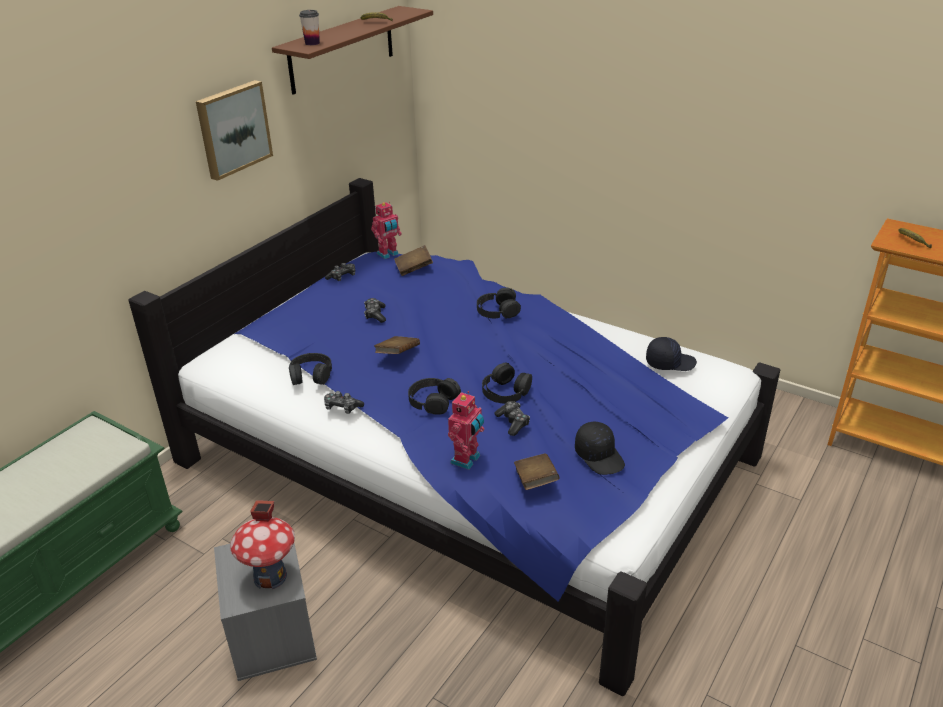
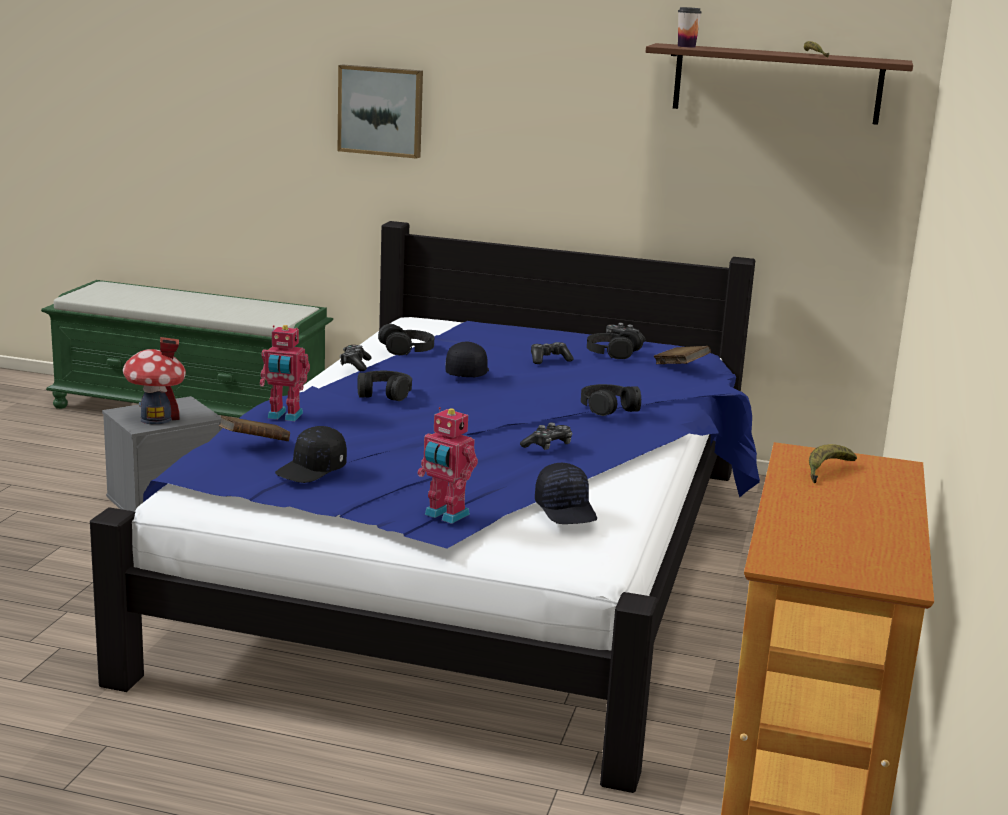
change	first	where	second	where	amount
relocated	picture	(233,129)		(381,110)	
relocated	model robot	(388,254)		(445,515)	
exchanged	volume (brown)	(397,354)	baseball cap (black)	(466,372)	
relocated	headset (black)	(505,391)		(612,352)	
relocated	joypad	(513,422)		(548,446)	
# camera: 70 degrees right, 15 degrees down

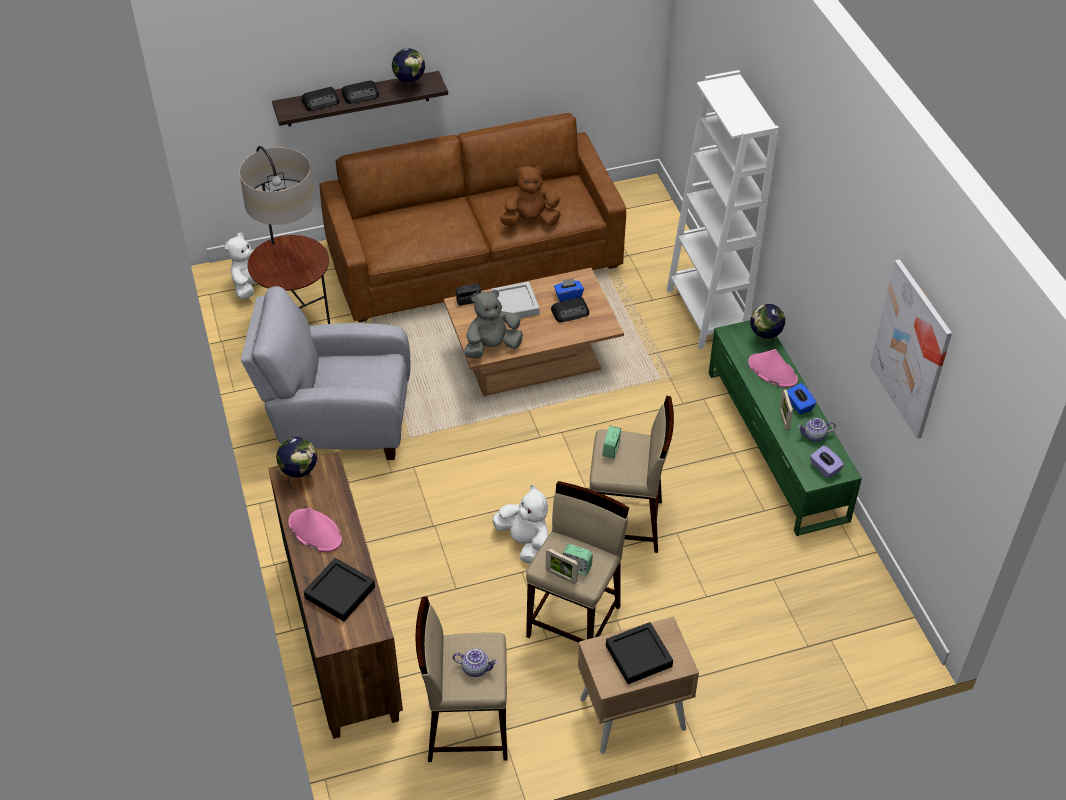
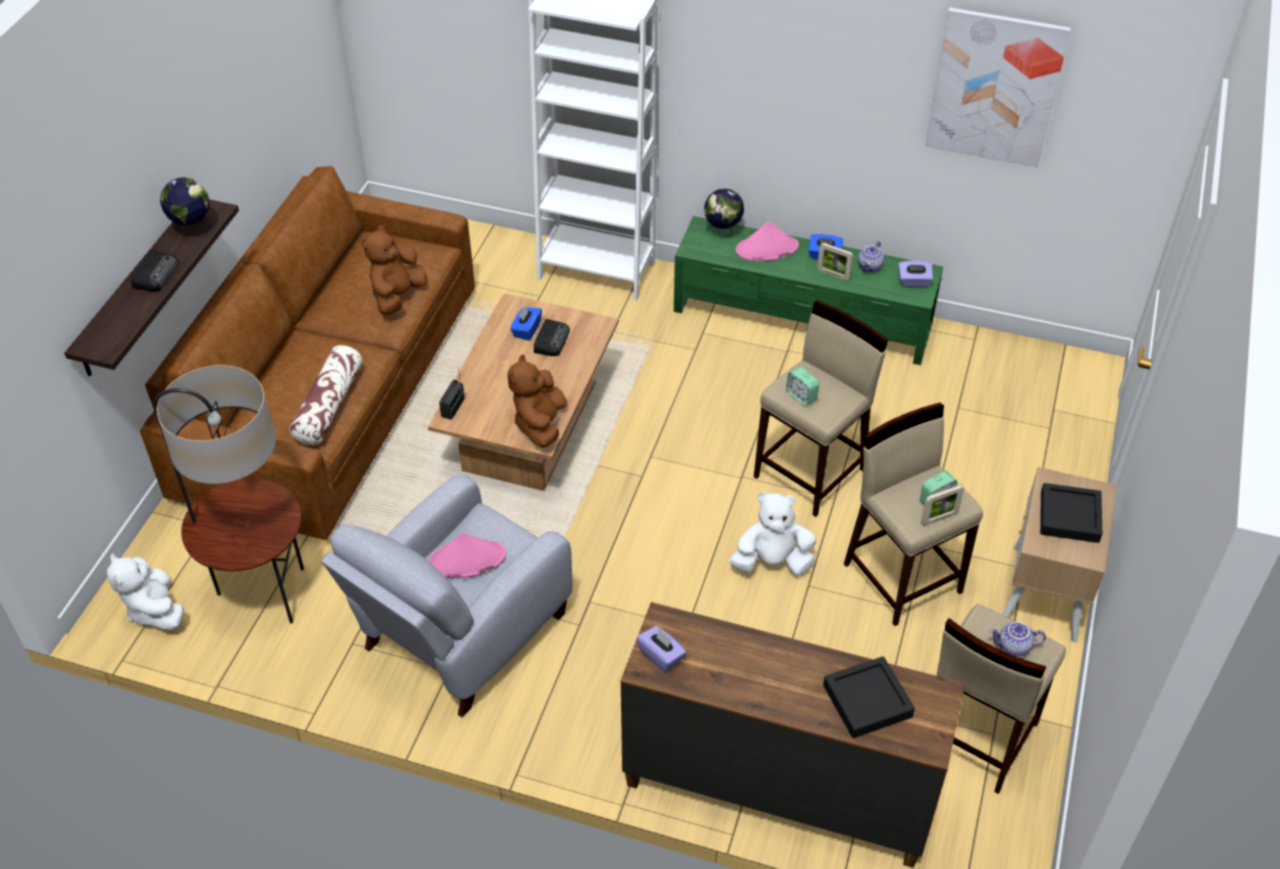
change	first	where	second	where	amount
exchanged	desk globe	(300,477)	tissue holder (purple)	(661,656)	
relocated	hat (pink)	(314,531)		(467,560)	
missing	radio set	(321,102)			
spun	tea pot	(476,668)		(1013,647)	135 degrees counterclockwise
colour	cuddly toy (greyish)	(492,347)	cuddly toy (brown)	(540,424)	
missing	serving tray (greyish)	(515,305)			
appeared			throw pillow	(329,405)	
# camera: 55 degrees left, 0 degrees up

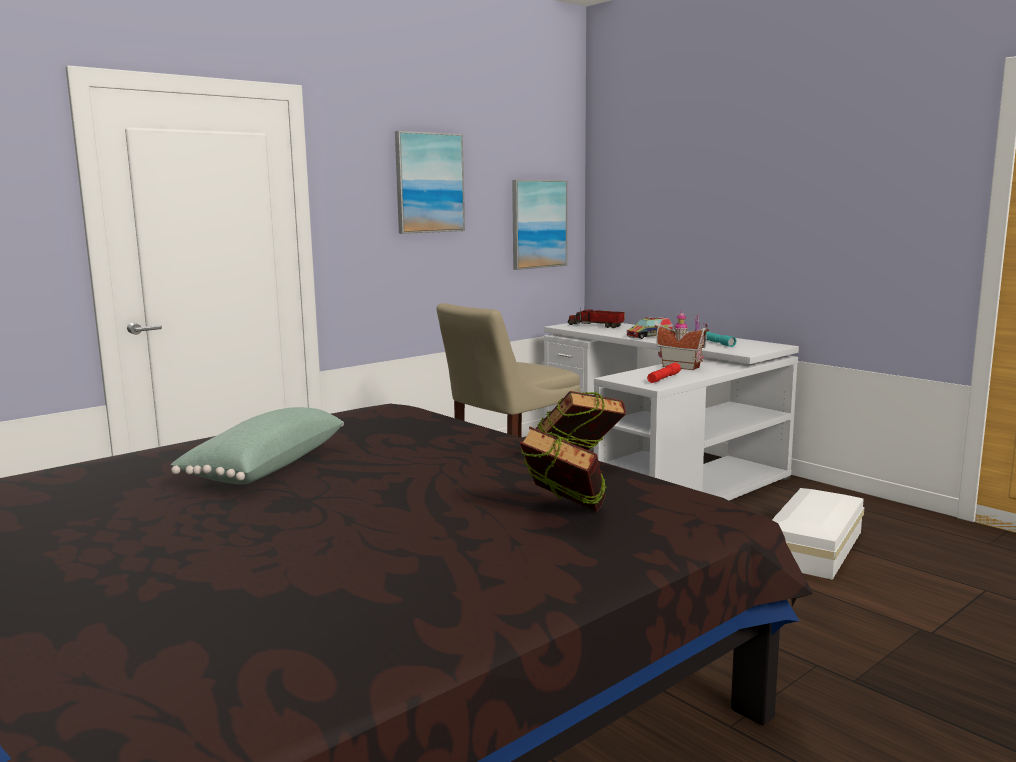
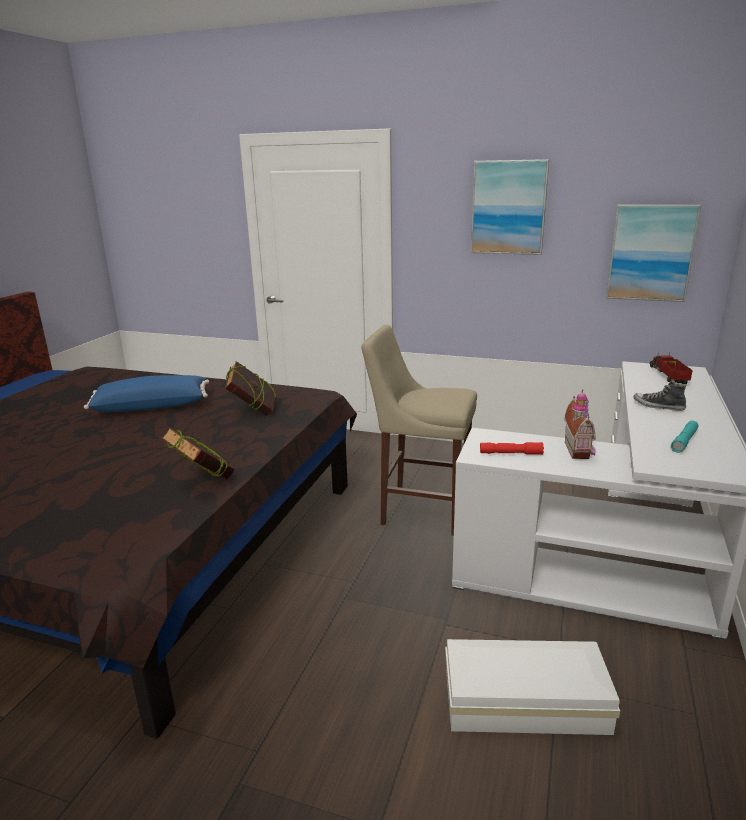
change	first	where	second	where	amount
colour	throw pillow (green)	(264,467)	throw pillow (blue)	(152,406)	
relocated	volume	(564,517)		(253,411)	
exchanged	toy lorry	(649,336)	low shoe	(658,406)	
# camera: 60 degrees right, 10 degrees up

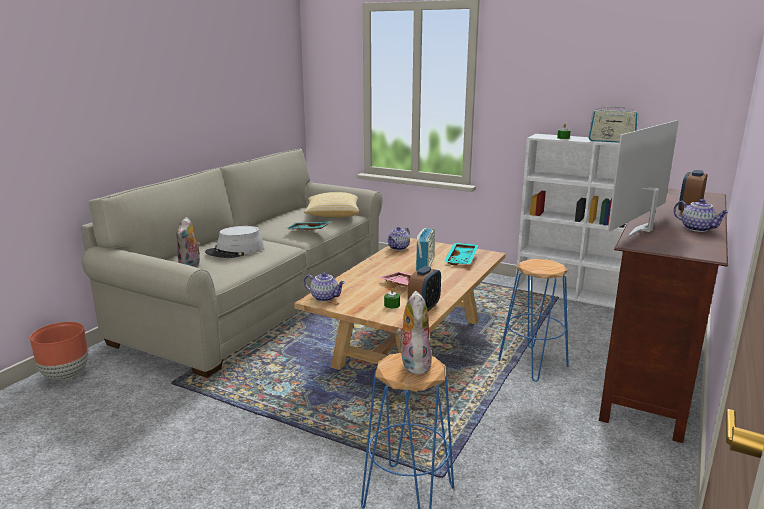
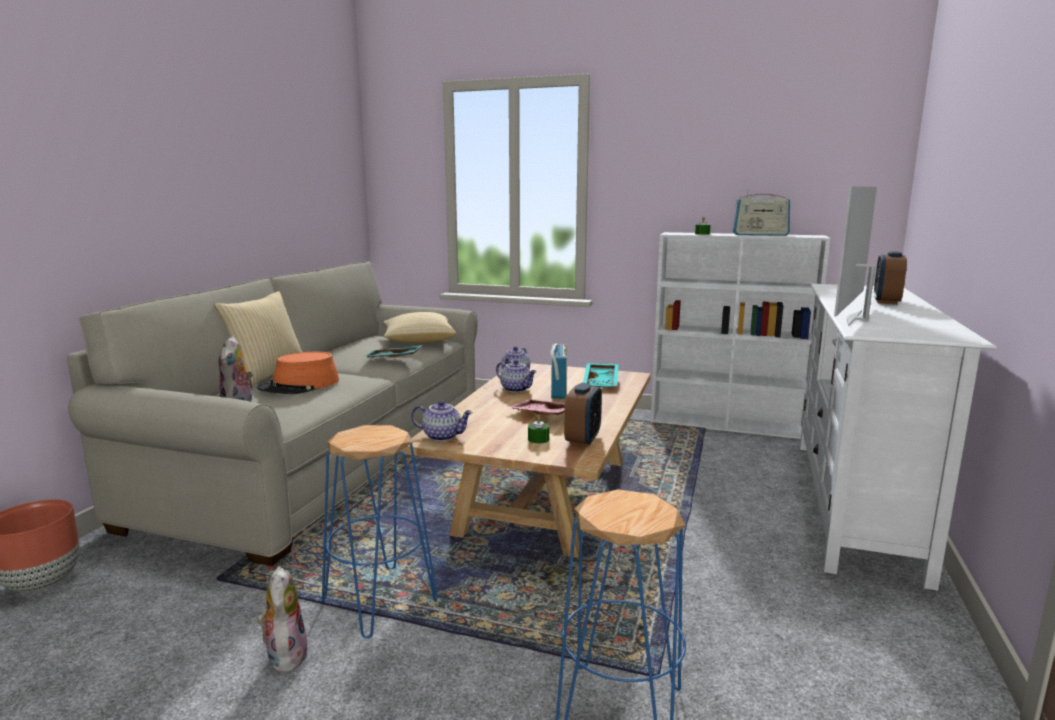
change	first	where	second	where	amount
colour	hat (greyish)	(235,251)	hat (orangey)	(300,385)	
relocated	cuddly toy	(413,364)		(285,655)	
relocated	sitting stool (blue)	(532,364)		(379,601)	
colour	tv unit (brown)	(653,371)	tv unit (white)	(855,504)	
relocated	tea pot	(697,228)		(516,389)	
appeared			throw pillow	(266,376)	
# camera: 10 degrees left, 5 degrees down

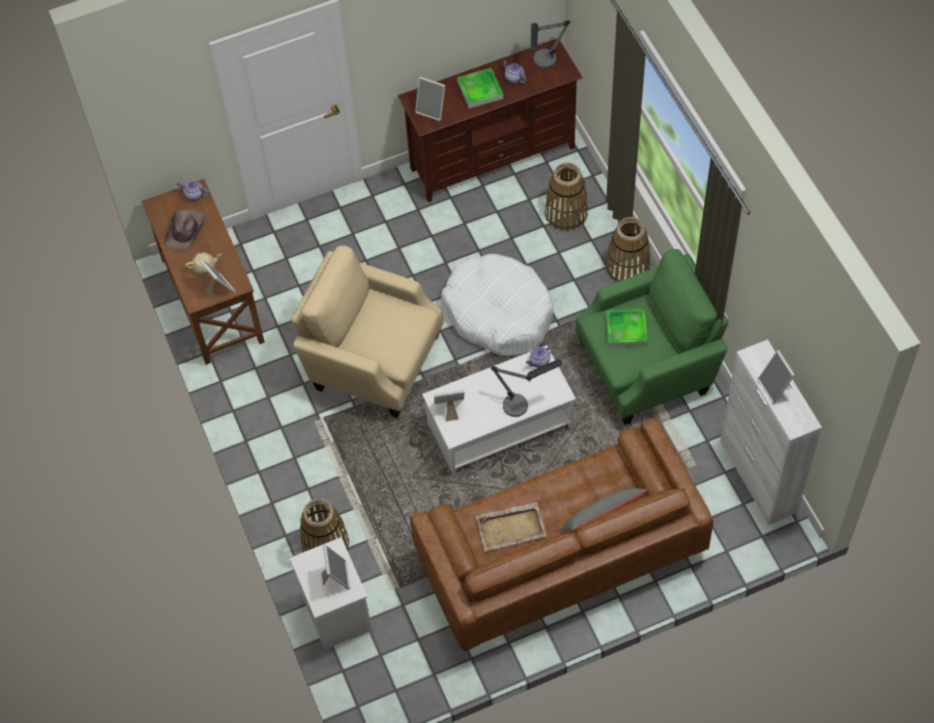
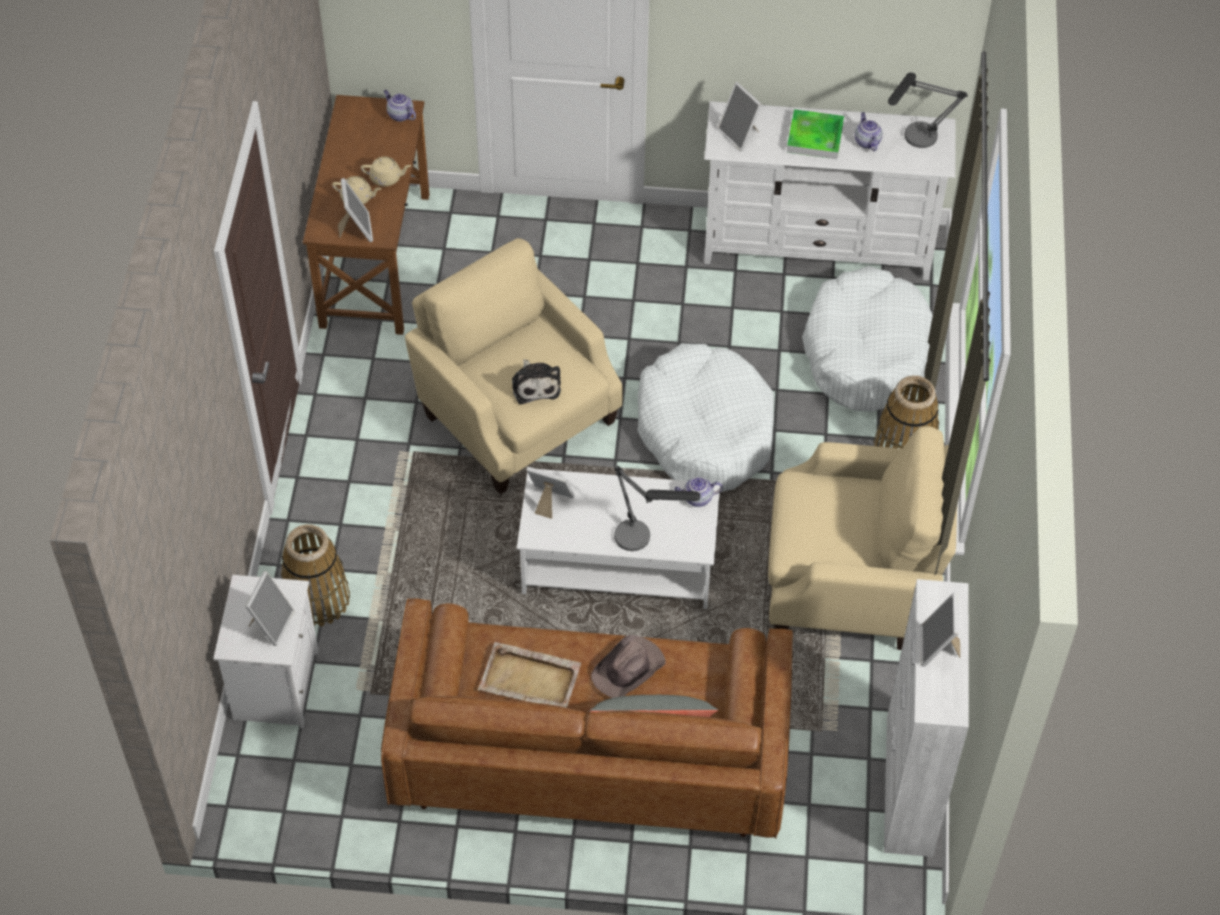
change	first	where	second	where	amount
relocated	hat (brown)	(186,230)		(629,669)	
colour	tv unit (brown)	(492,157)	tv unit (white)	(818,247)	
exchanged	basket	(566,214)	pet bed (white)	(867,353)	
colour	lounge chair (green)	(647,366)	lounge chair (beige)	(851,581)	
missing	serving tray	(626,330)			
appeared			tea pot (beige)	(386,178)	
appeared			cuddly toy	(535,385)	
# camera: 25 degrees right, 5 degrees down

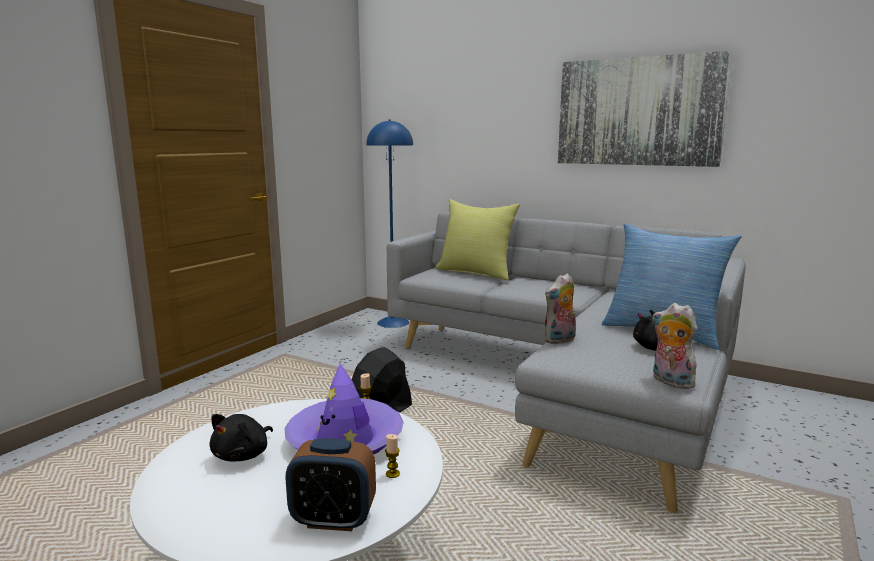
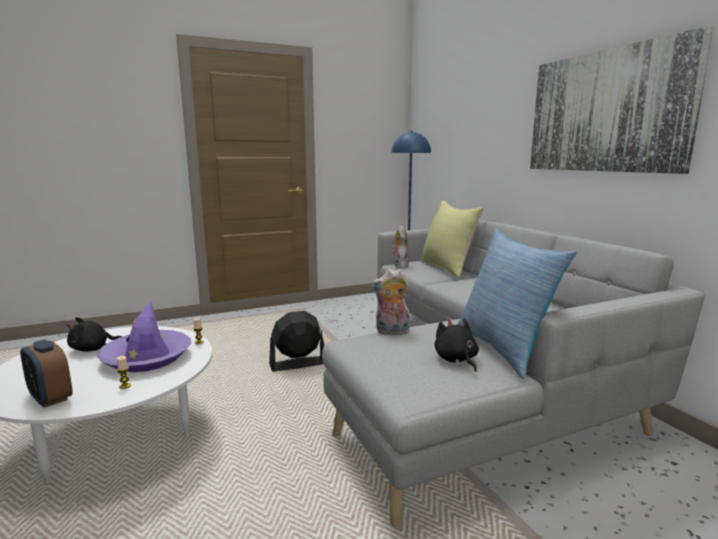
change	first	where	second	where	amount
relocated	cuddly toy	(670,382)		(399,265)	
# camera: 35 degrees right, 0 degrees up

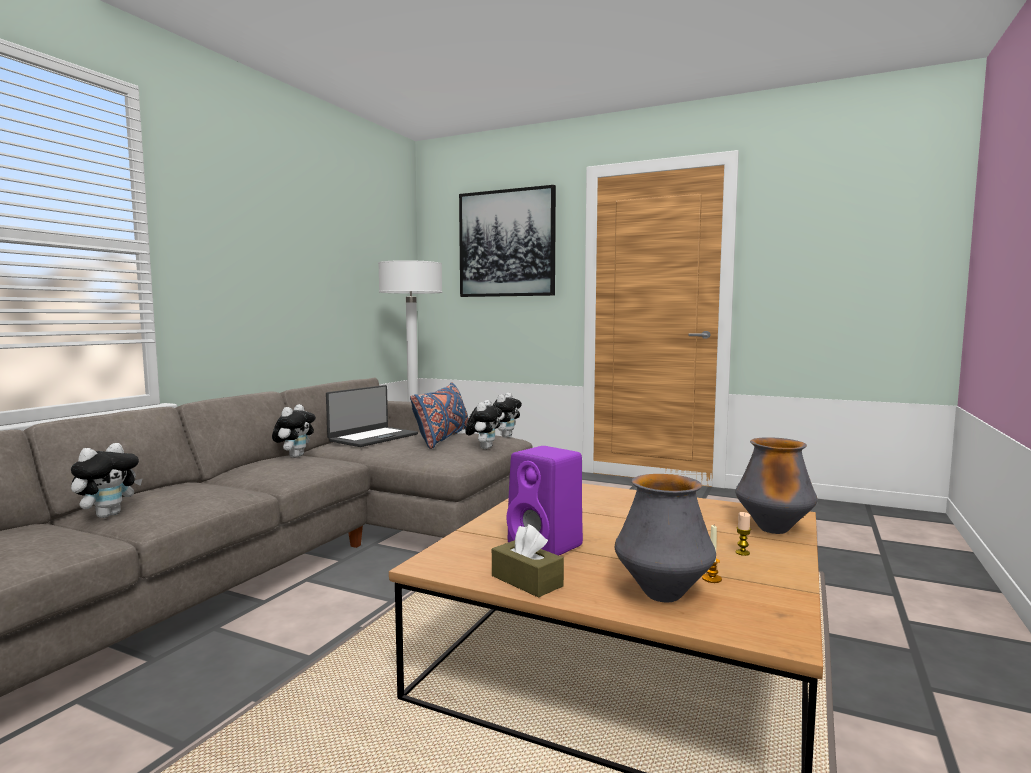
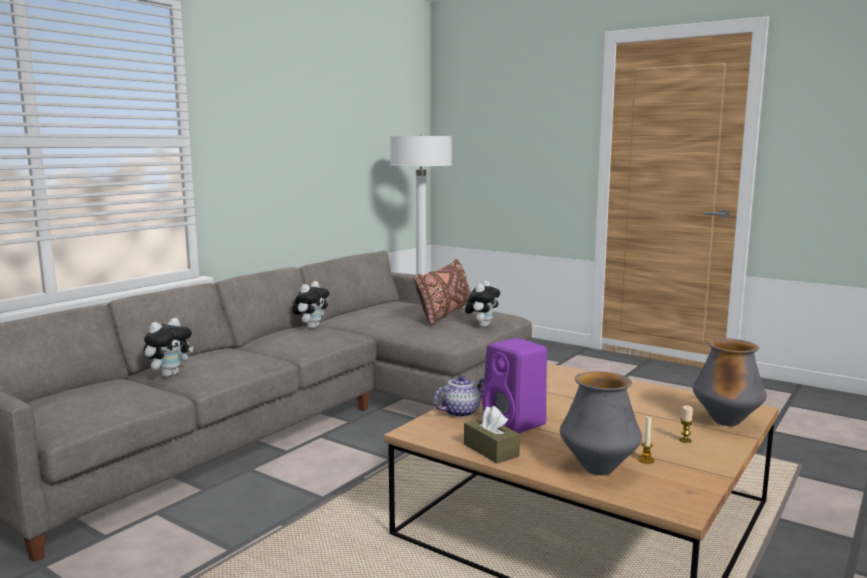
change	first	where	second	where	amount
missing	notebook computer	(373,437)			
colour	throw pillow (blue)	(442,438)	throw pillow (brown)	(445,314)	
missing	picture	(507,243)			
missing	cuddly toy	(504,436)			
appeared			tea pot	(460,412)	
# camera: 10 degrees right, 5 degrees up

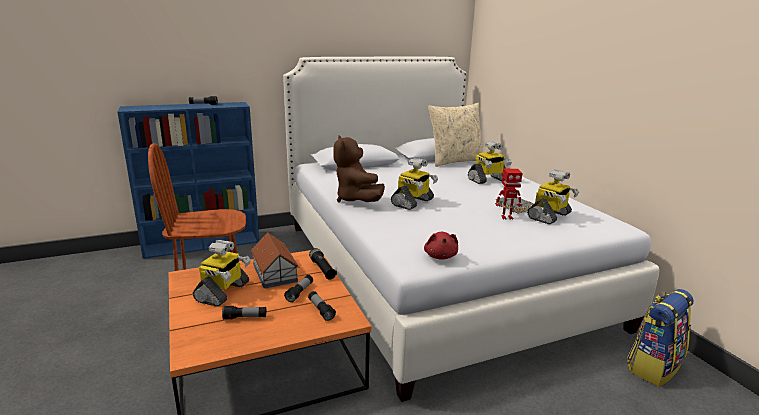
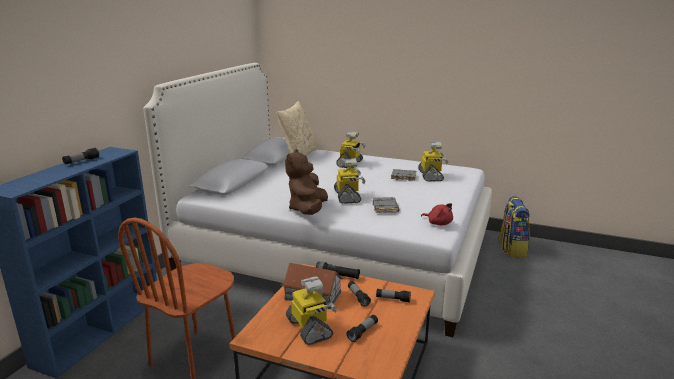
change	first	where	second	where	amount
spun	cuddly toy (brown)	(356,200)		(308,210)	75 degrees clockwise
missing	model robot	(506,217)			
appeared			volume (greyish)	(385,207)	
# camera: 45 degrees left, 0 degrees up

